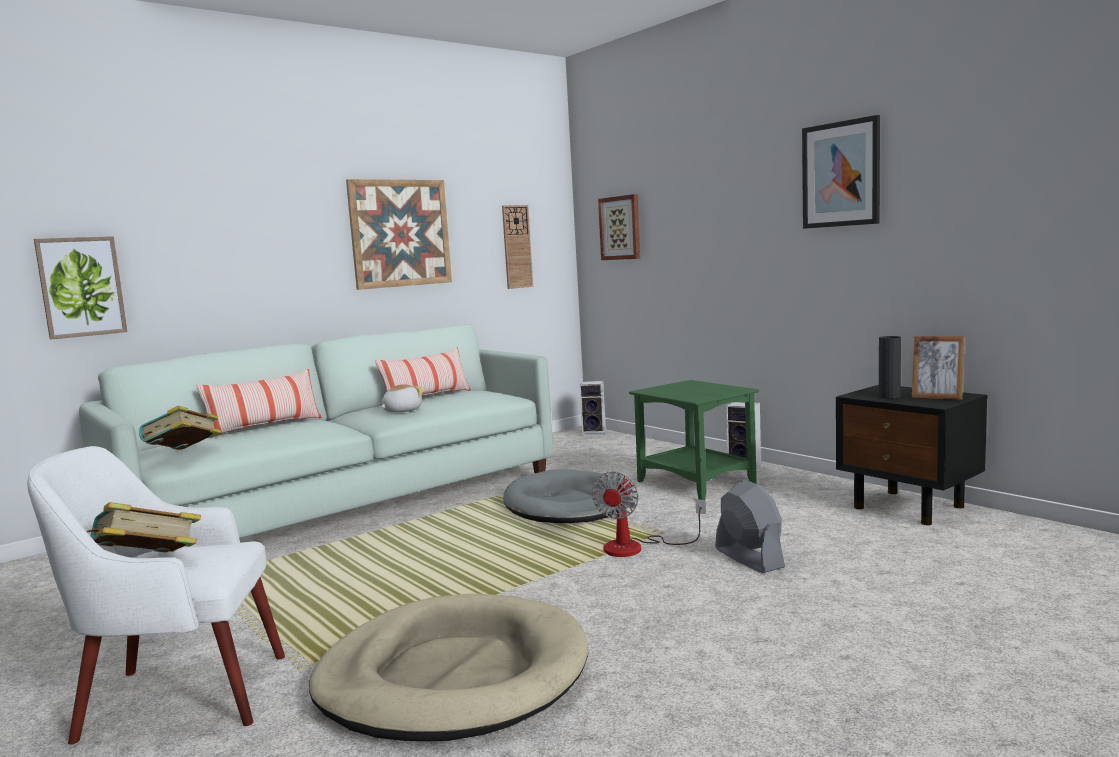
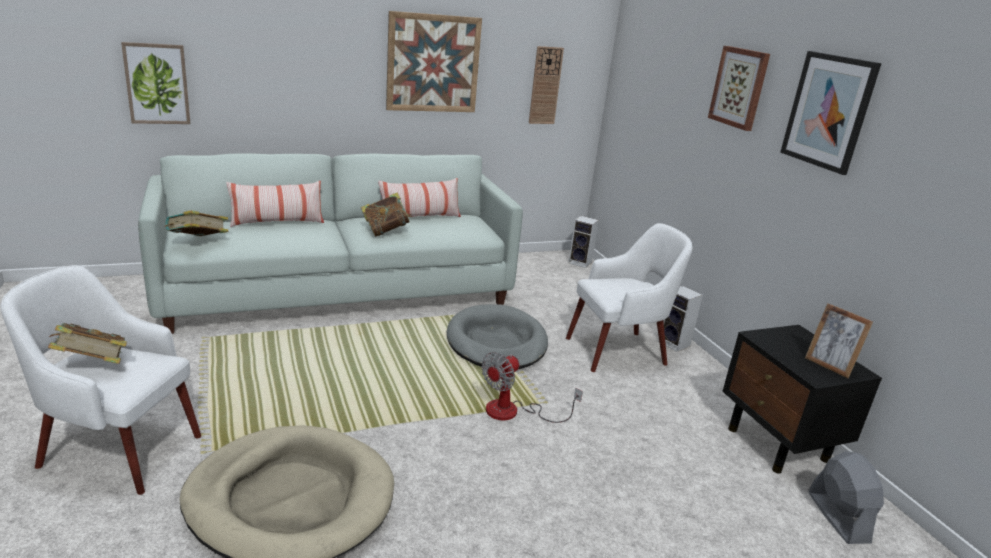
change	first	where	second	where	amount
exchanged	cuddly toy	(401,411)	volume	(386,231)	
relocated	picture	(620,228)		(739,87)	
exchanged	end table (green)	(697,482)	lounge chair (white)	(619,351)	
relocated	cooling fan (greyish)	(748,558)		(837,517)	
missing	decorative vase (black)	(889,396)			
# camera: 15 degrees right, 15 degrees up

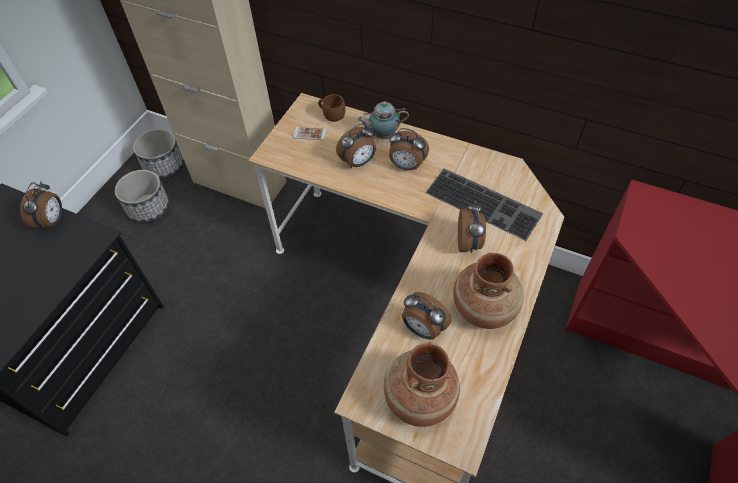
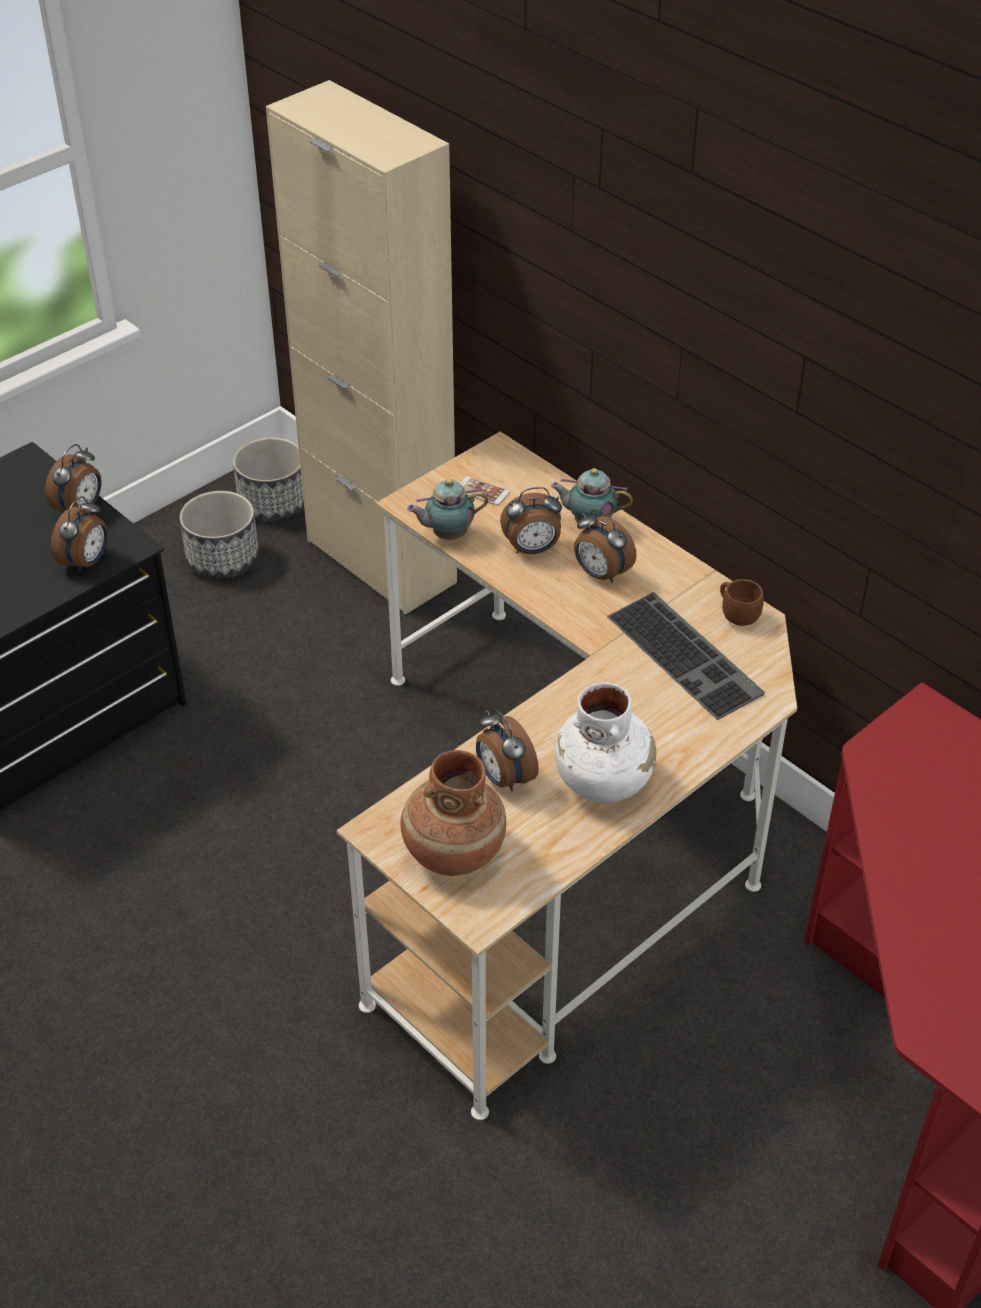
change	first	where	second	where	amount
relocated	coffee mug (brown)	(331,116)		(736,614)	
colour	decorative vase (brown)	(484,307)	decorative vase (white)	(604,780)	
relocated	alarm clock	(469,243)		(87,562)	
appeared			tea pot	(447,535)	
# camera: 20 degrees right, 10 degrees down

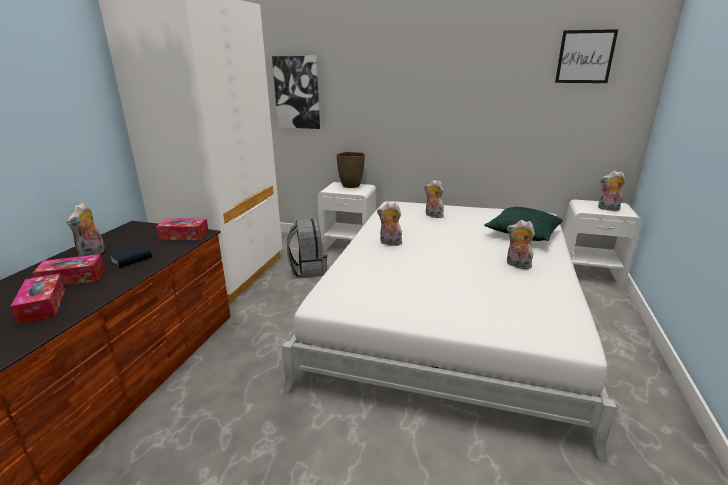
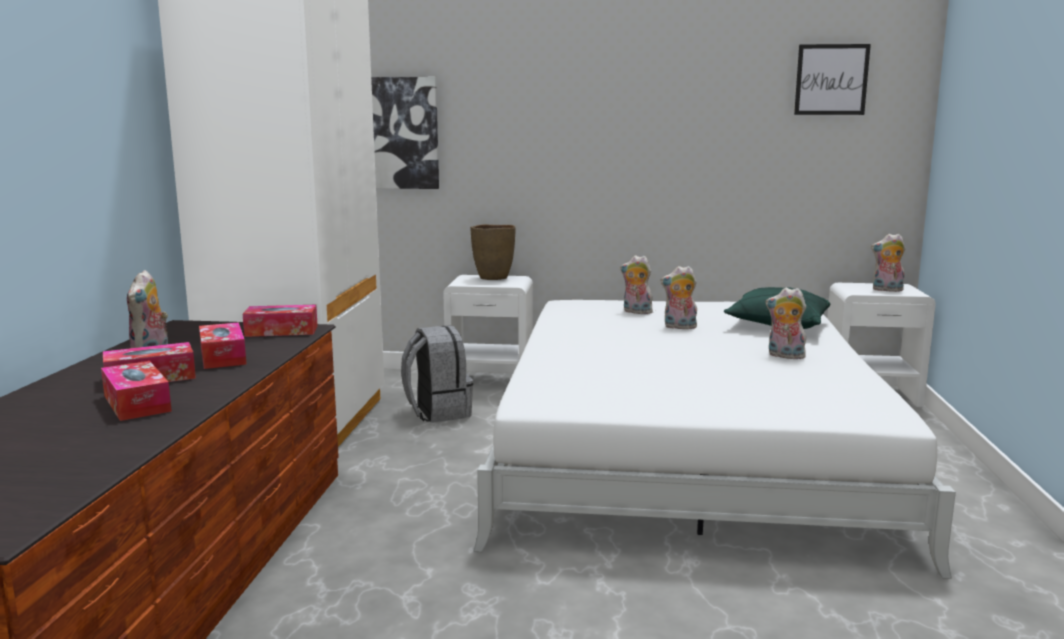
change	first	where	second	where	amount
exchanged	volume	(131,259)	tissue holder	(223,356)	
relocated	cuddly toy	(389,243)		(679,327)	
# camera: 10 degrees left, 10 degrees down

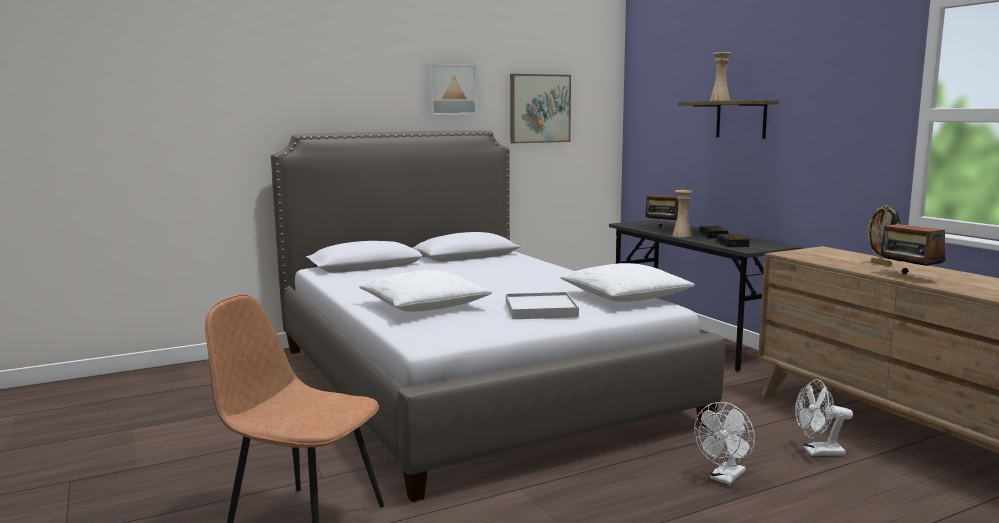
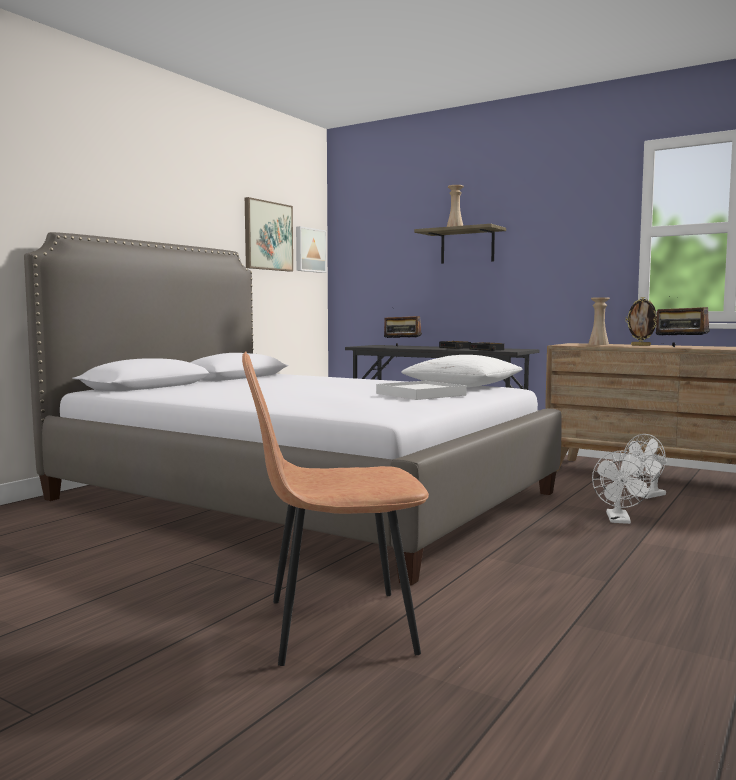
change	first	where	second	where	amount
missing	throw pillow (white)	(424,306)			
relocated	picture	(451,89)		(309,250)	
relocated	decorative vase (beige)	(682,235)		(598,344)	
# camera: 30 degrees left, 5 degrees down

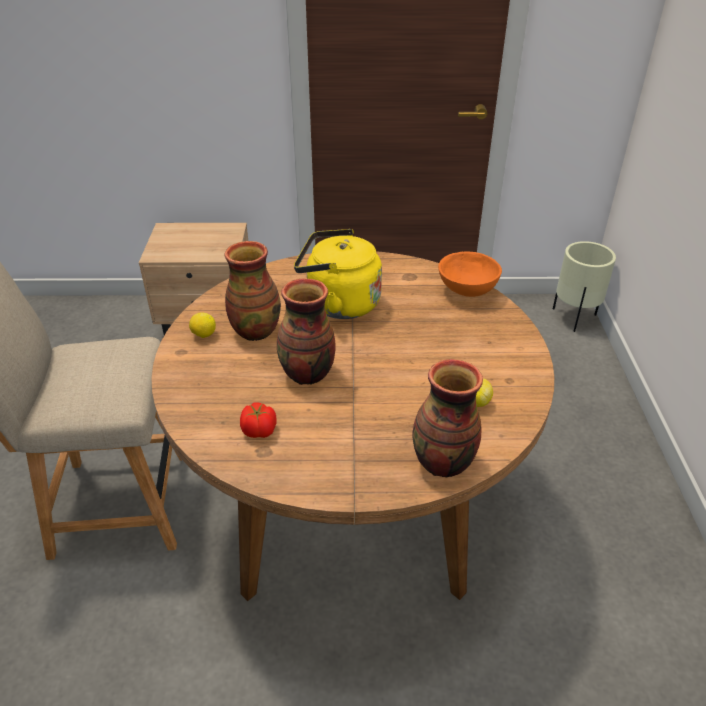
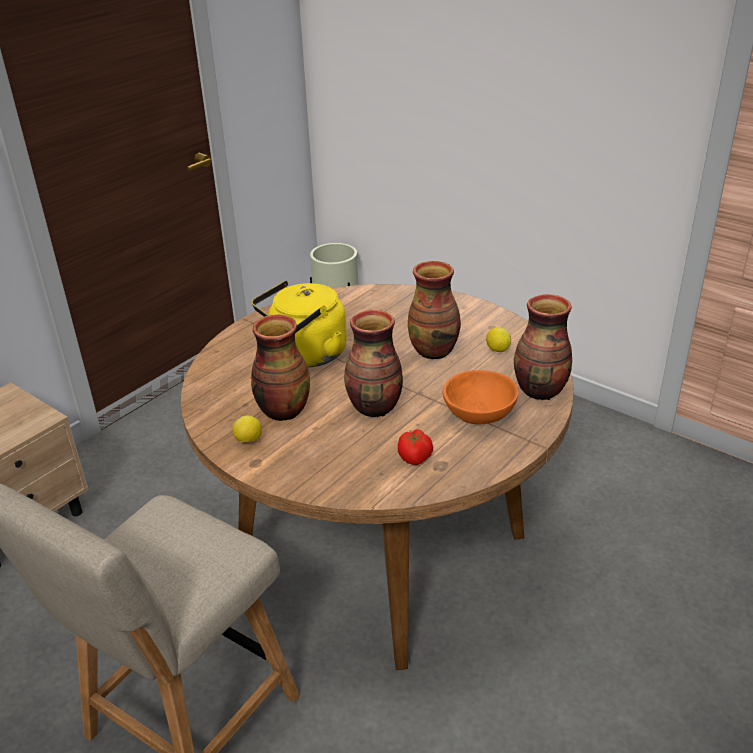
change	first	where	second	where	amount
relocated	bowl (orangey)	(466,291)		(479,418)	
appeared			decorative vase	(434,350)	
# camera: 50 degrees left, 5 degrees down

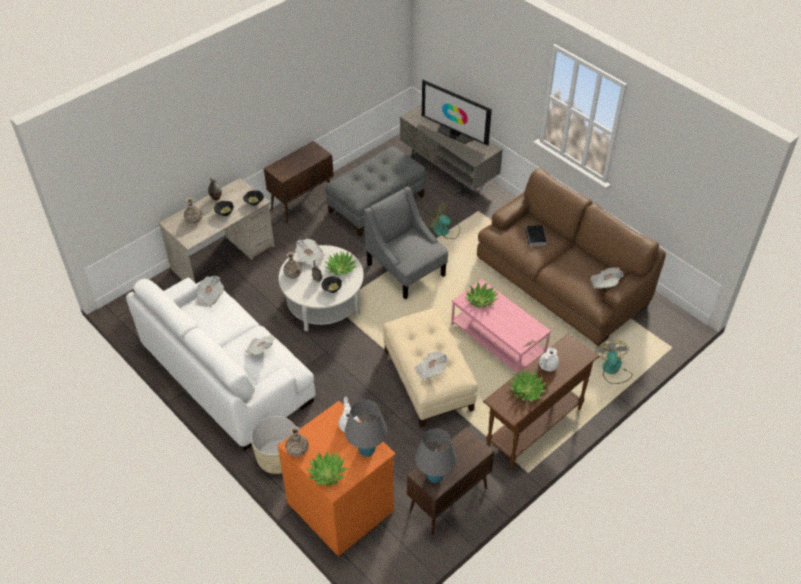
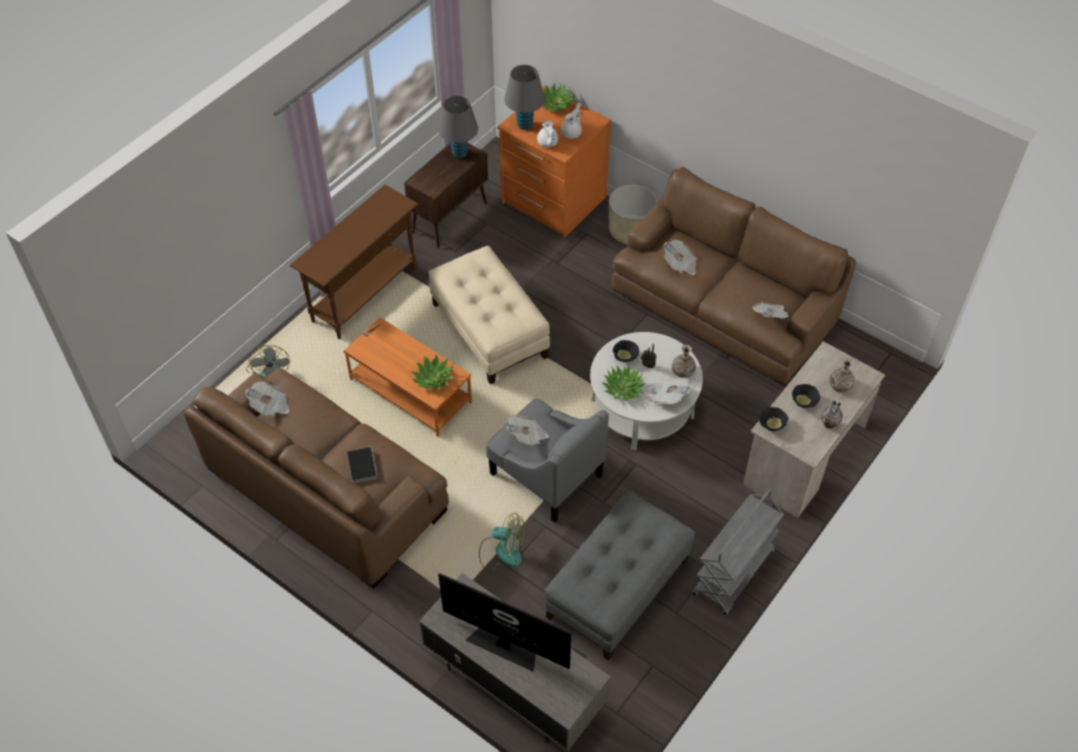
change	first	where	second	where	amount
colour	settee (white)	(227,372)	settee (brown)	(723,306)	
exchanged	cupboard (brown)	(302,202)	cart (greyish)	(733,573)	
missing	decorative vase	(297,449)			
relocated	newspaper	(430,370)		(527,436)	
colour	low table (pink)	(498,339)	low table (orangey)	(409,391)	
missing	plant in a pot	(527,390)			
relocated	tea pot (white)	(547,366)		(572,132)	
# camera: 170 degrees right, 5 degrees up

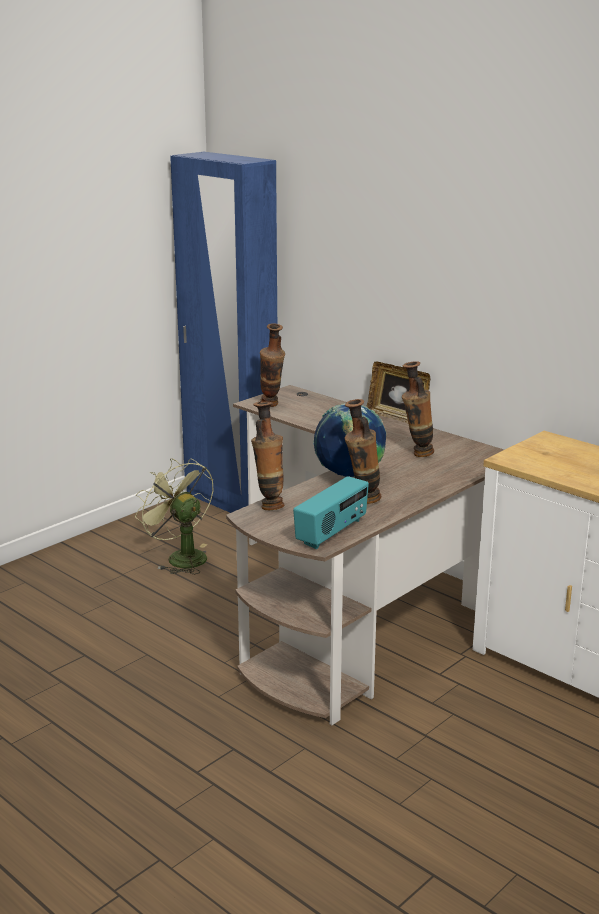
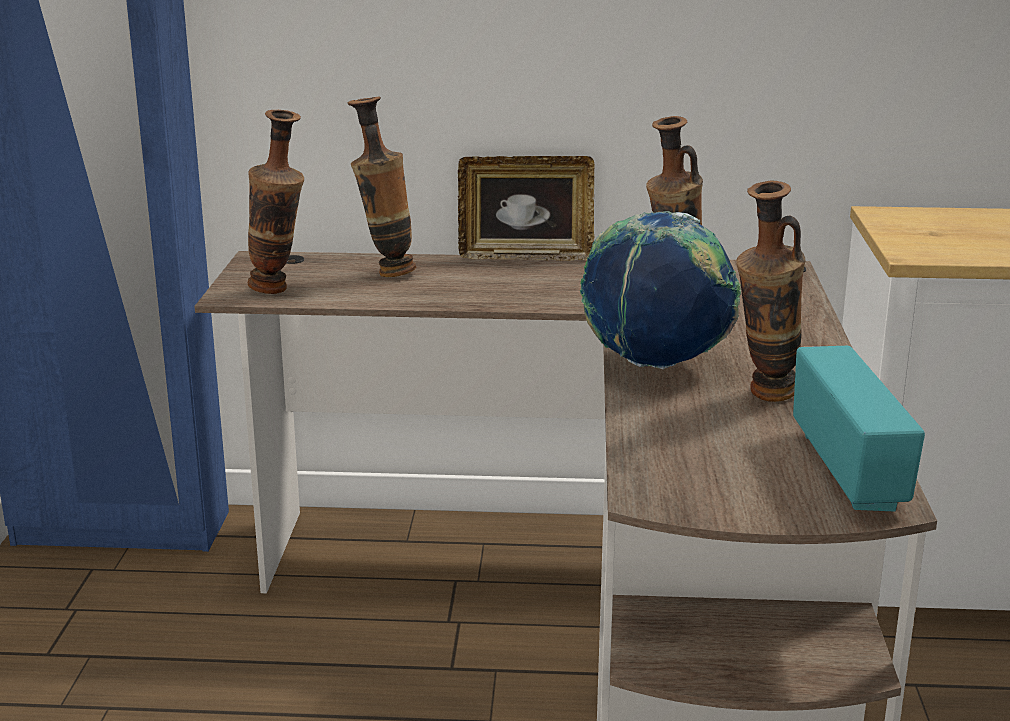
change	first	where	second	where	amount
missing	cooling fan (green)	(180,557)			
relocated	decorative vase	(269,505)		(385,272)	
# camera: 40 degrees left, 0 degrees up

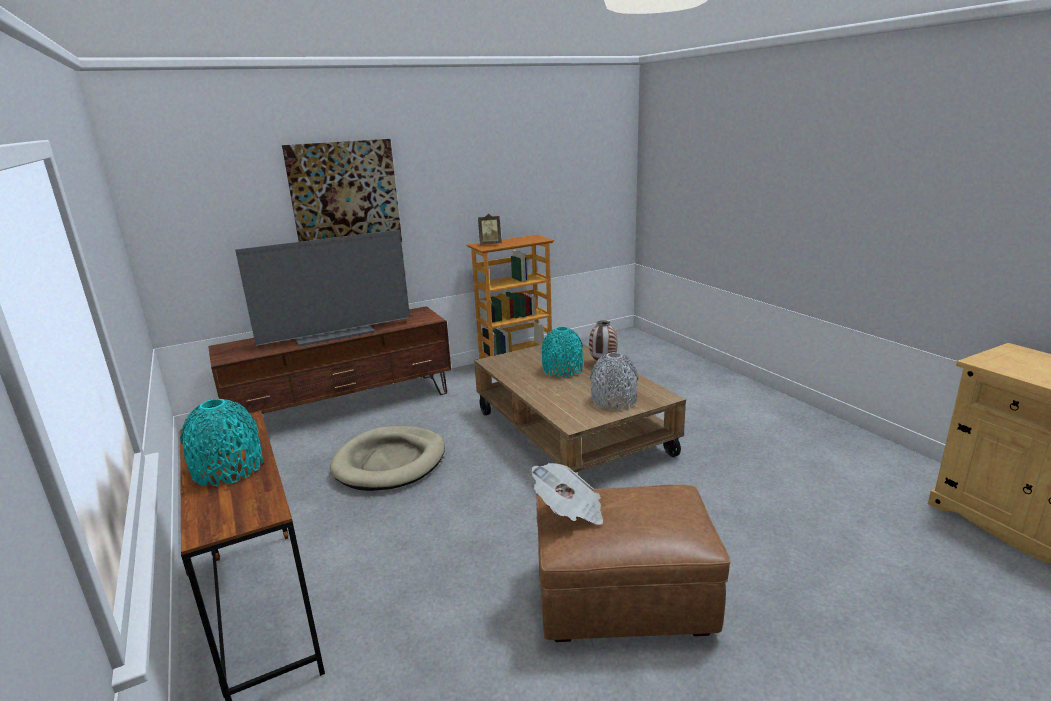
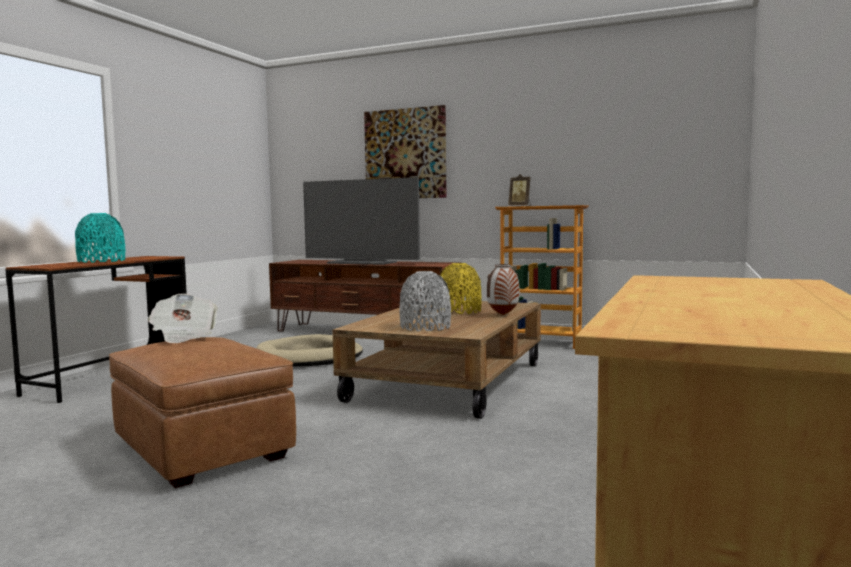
change	first	where	second	where	amount
colour	decorative vase (turquoise-coloured)	(562,370)	decorative vase (yellow)	(459,311)	
# camera: 50 degrees right, 15 degrees down

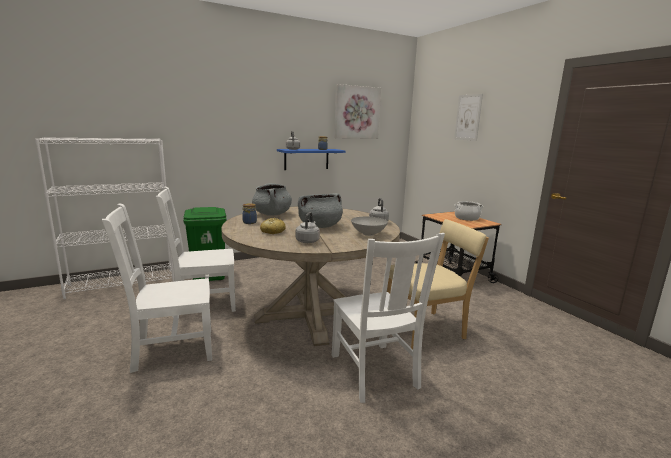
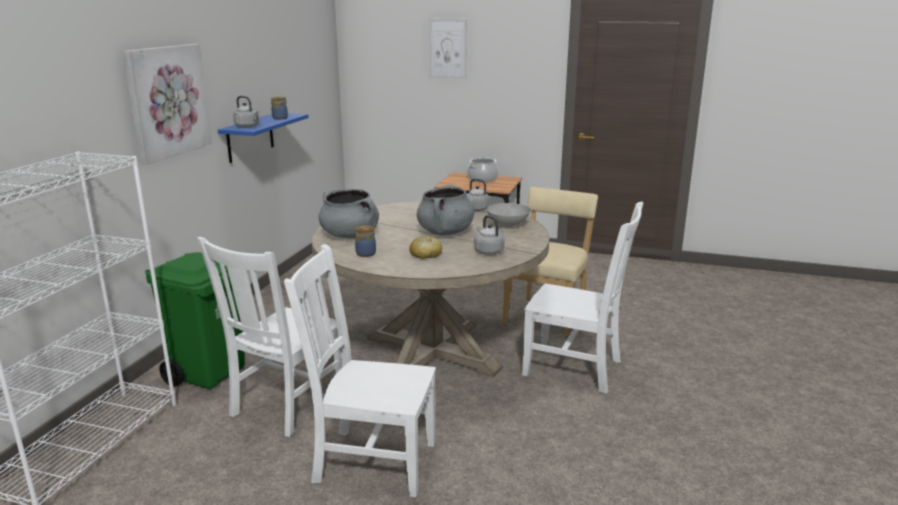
change	first	where	second	where	amount
spun	upright chair (white)	(170,349)		(371,460)	75 degrees clockwise
relocated	picture	(356,112)		(167,101)	
# camera: 45 degrees left, 5 degrees up

